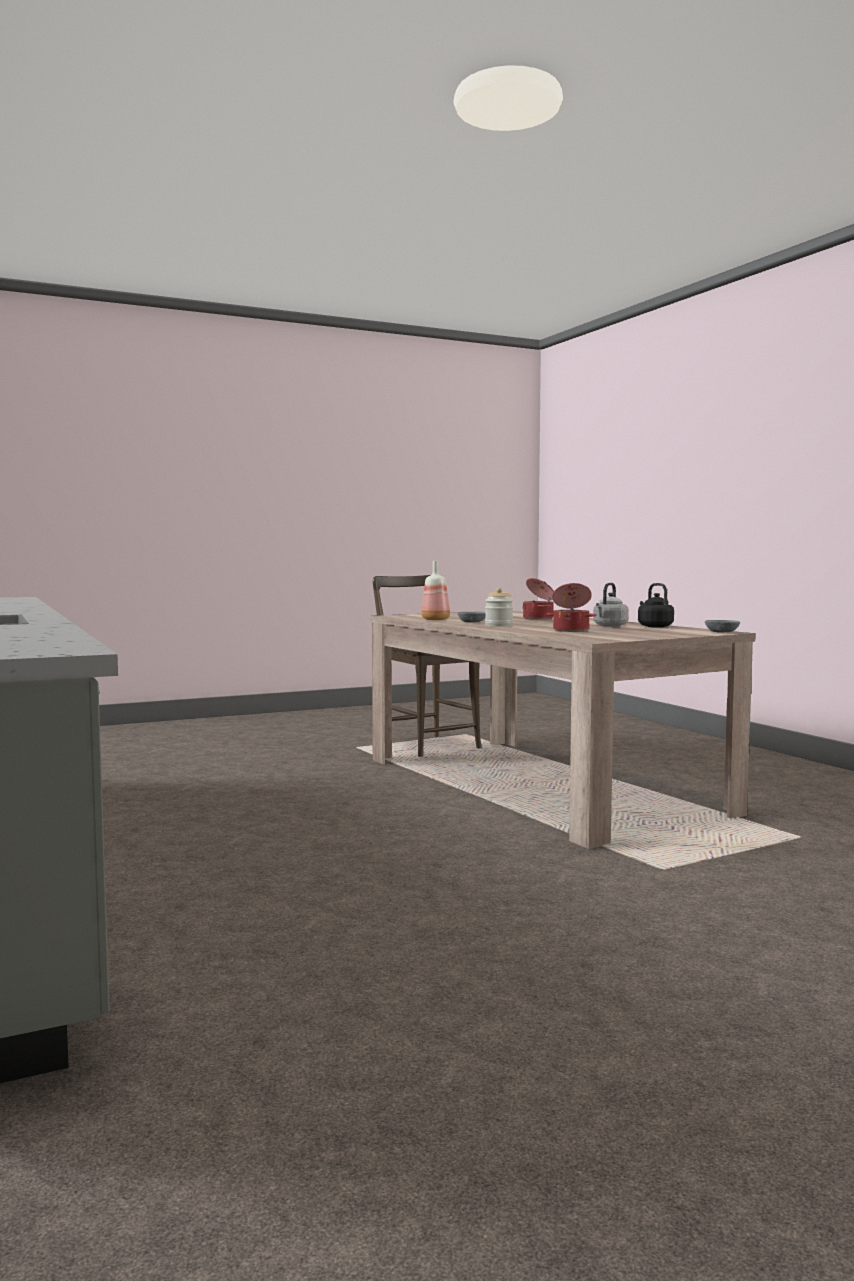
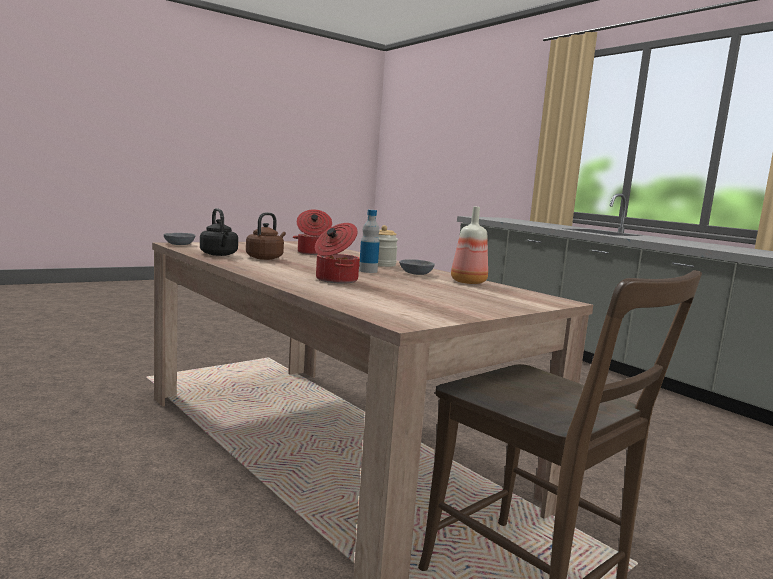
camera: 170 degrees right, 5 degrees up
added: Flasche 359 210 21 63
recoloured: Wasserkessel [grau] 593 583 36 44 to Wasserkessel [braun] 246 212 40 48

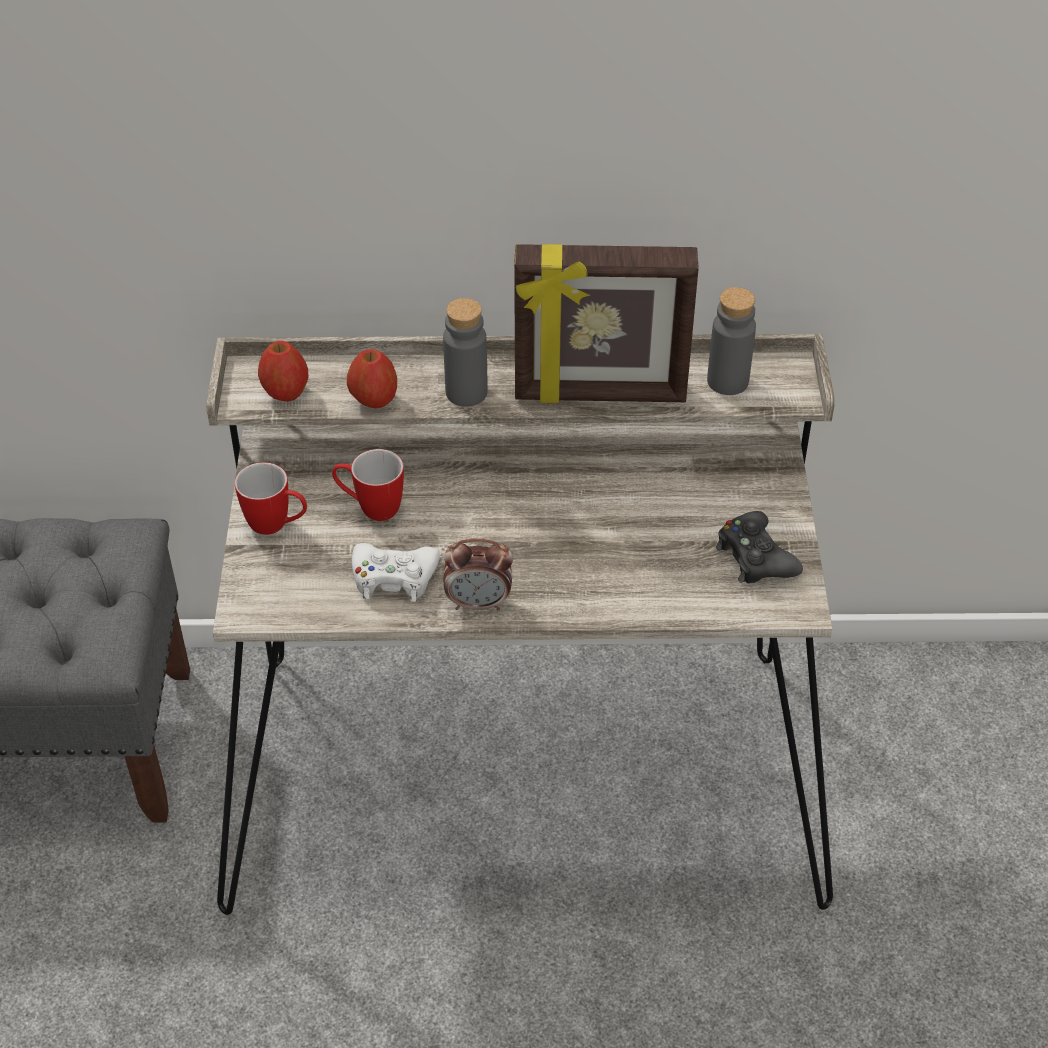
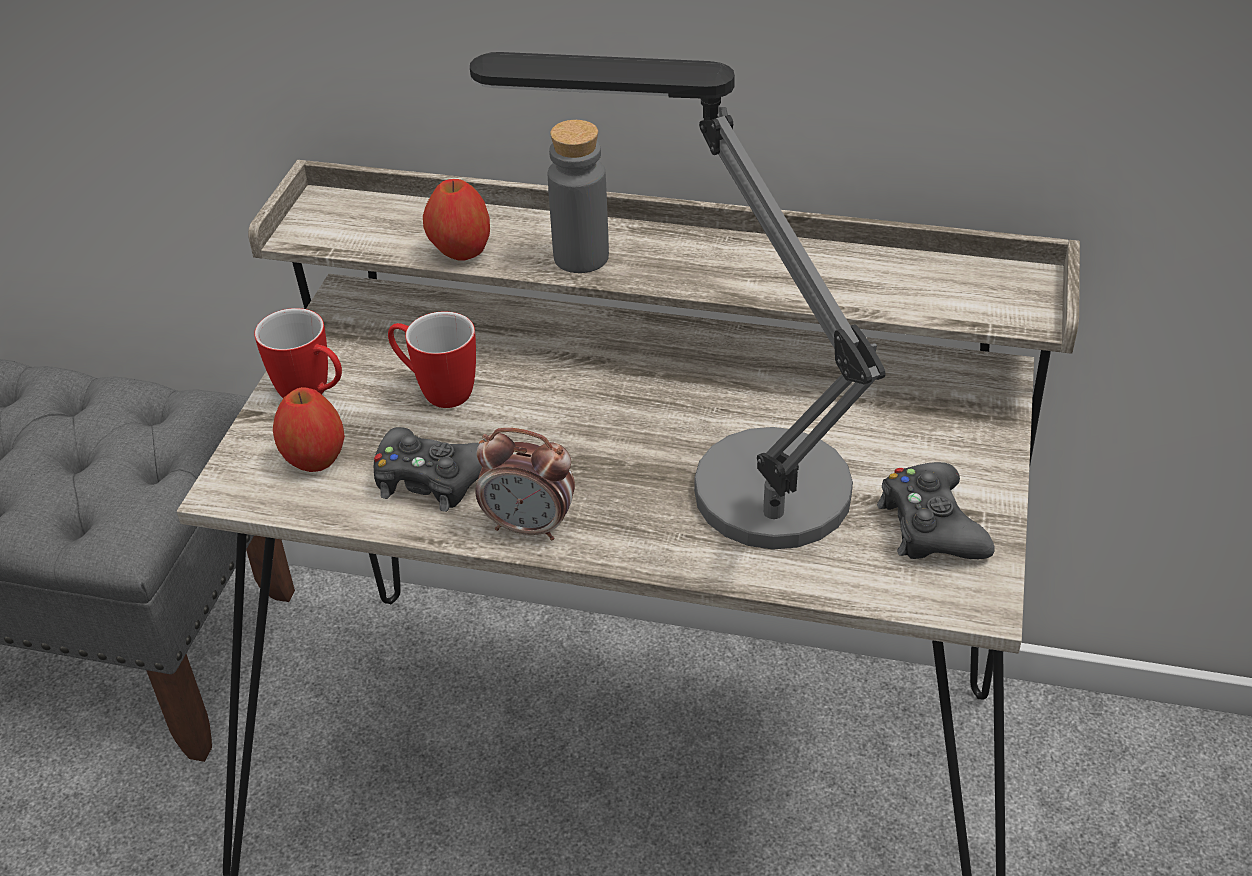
camera: 15 degrees right, 5 degrees down
removed: Bilderrahmen 514 244 185 159; Flasche [grau] 707 287 49 108
added: Tischlampe 470 52 416 498
moved: Apfel 258 341 50 61 to 273 387 72 85
recoloured: Gamepad [weiß] 352 543 88 59 to Gamepad [schwarz] 374 427 108 85

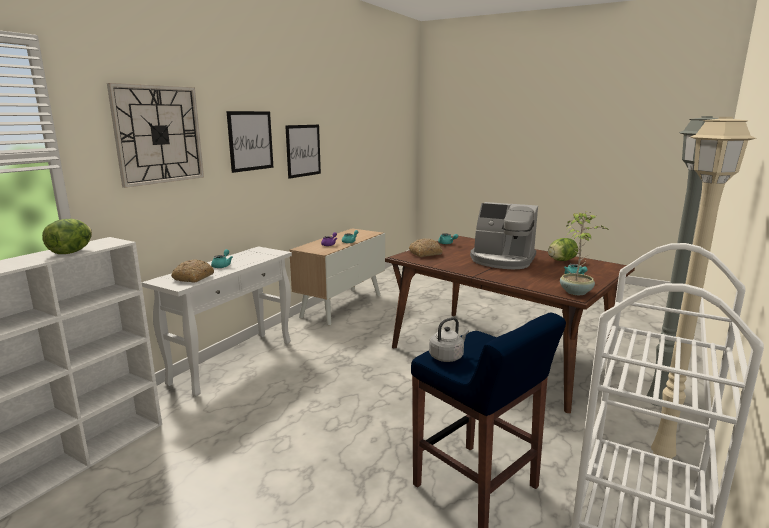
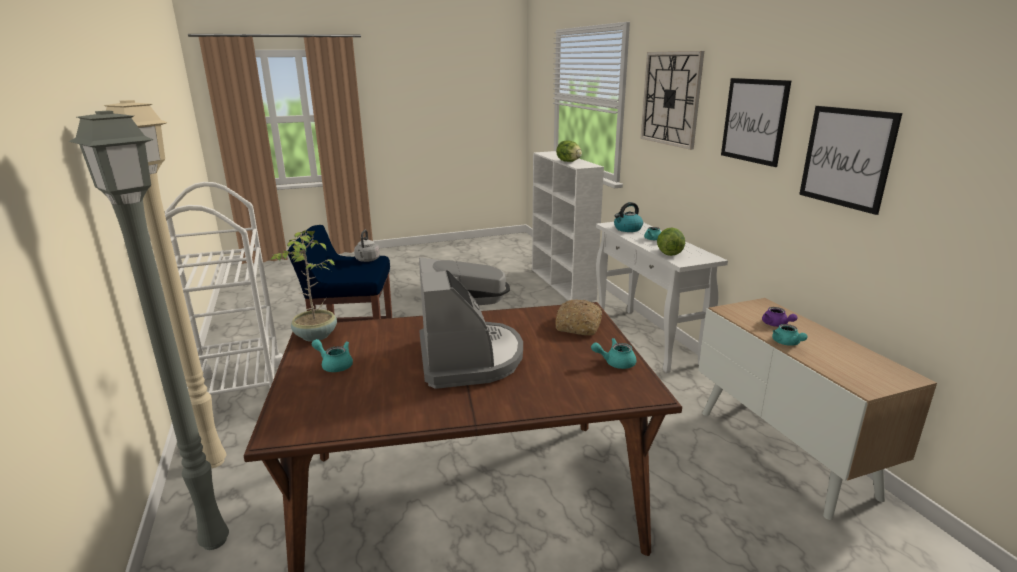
camera: 130 degrees right, 5 degrees up
moved: Salatkopf 548 238 30 23 to 657 228 28 28
replaced: Brot 171 259 43 23 to Wasserkessel 614 202 29 30
turned: Kaffeemaschine 470 202 68 67 = 419 257 104 132 105 degrees clockwise

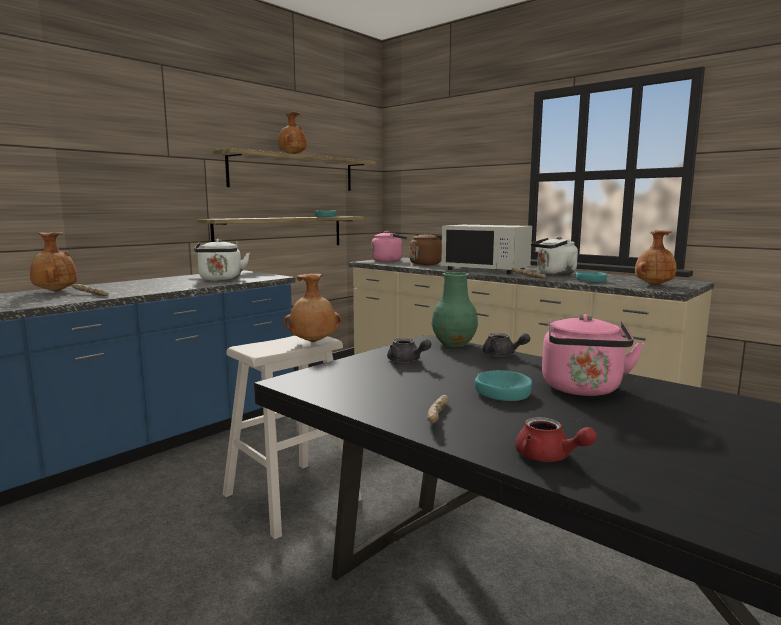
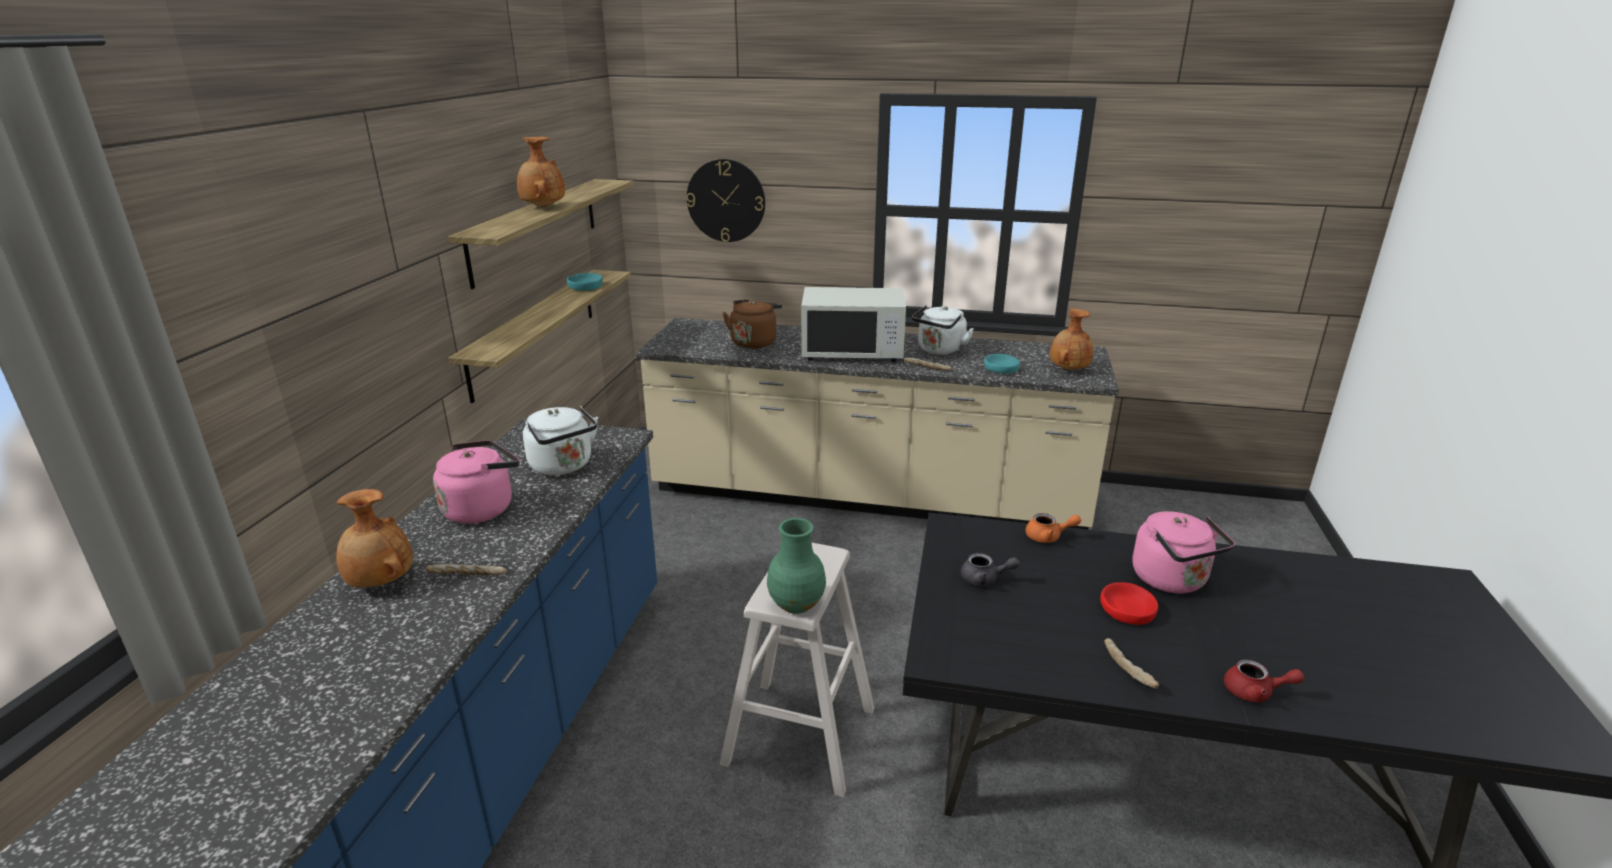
camera: 30 degrees left, 15 degrees up
removed: Vase [braun] 284 274 58 68
added: Wanduhr 686 159 79 83
moved: Wasserkessel [rosa] 372 231 35 31 to 433 440 87 84; Vase [grün] 432 272 46 75 to 767 518 59 96
recoloured: Teekanne [grau] 483 333 47 24 to Teekanne [orange] 1025 513 56 30; Schüssel [türkis] 475 370 57 31 to Schüssel [rot] 1100 582 58 43

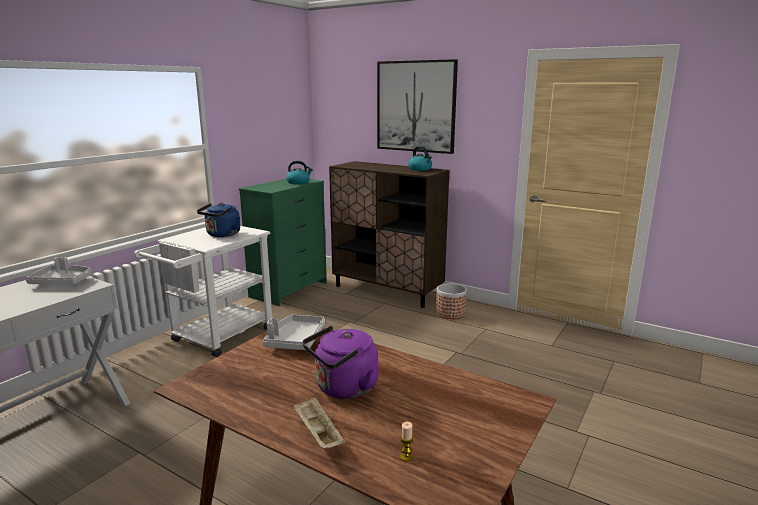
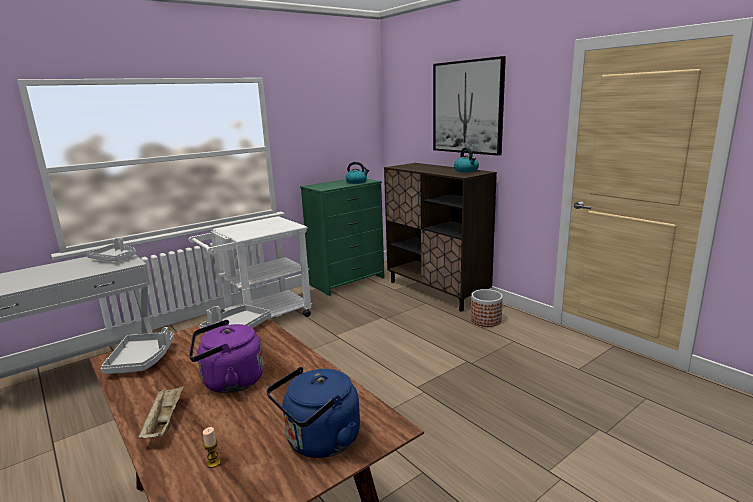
camera: 20 degrees right, 0 degrees up
added: Tablett [grau] 101 327 73 47
moved: Wasserkessel [blau] 197 203 43 34 to 266 367 94 91

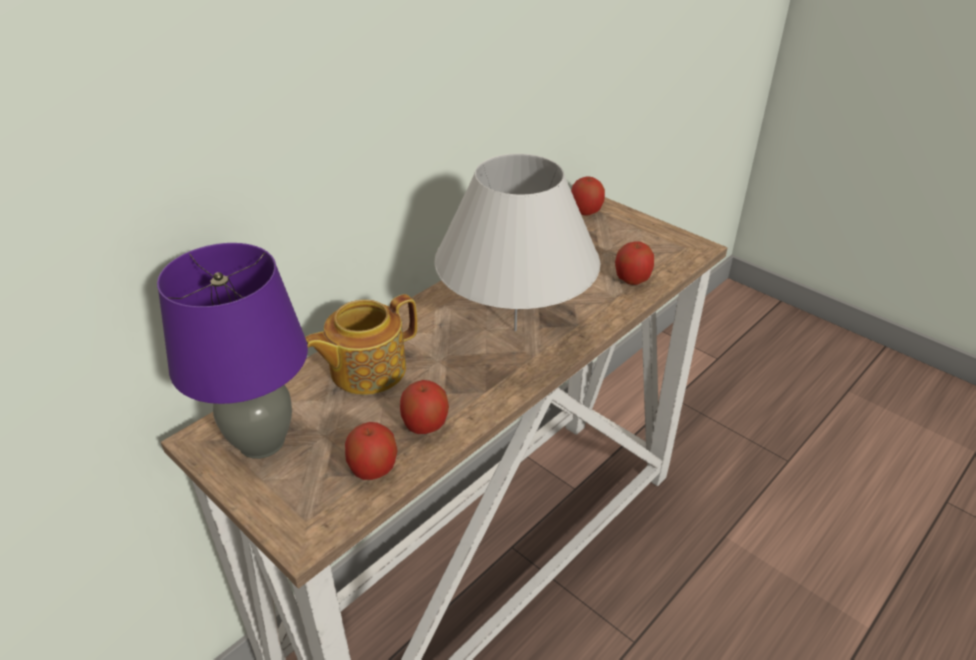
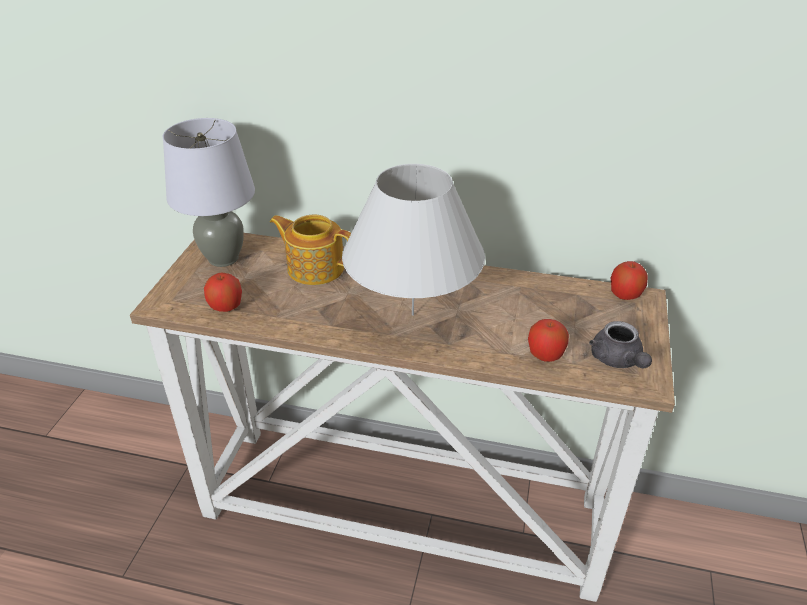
camera: 60 degrees right, 0 degrees up
removed: Apfel 400 380 49 54
added: Teekanne [grau] 589 321 63 47
recoloured: Tischlampe [lila] 157 243 151 216 to Tischlampe [grau] 163 118 92 149

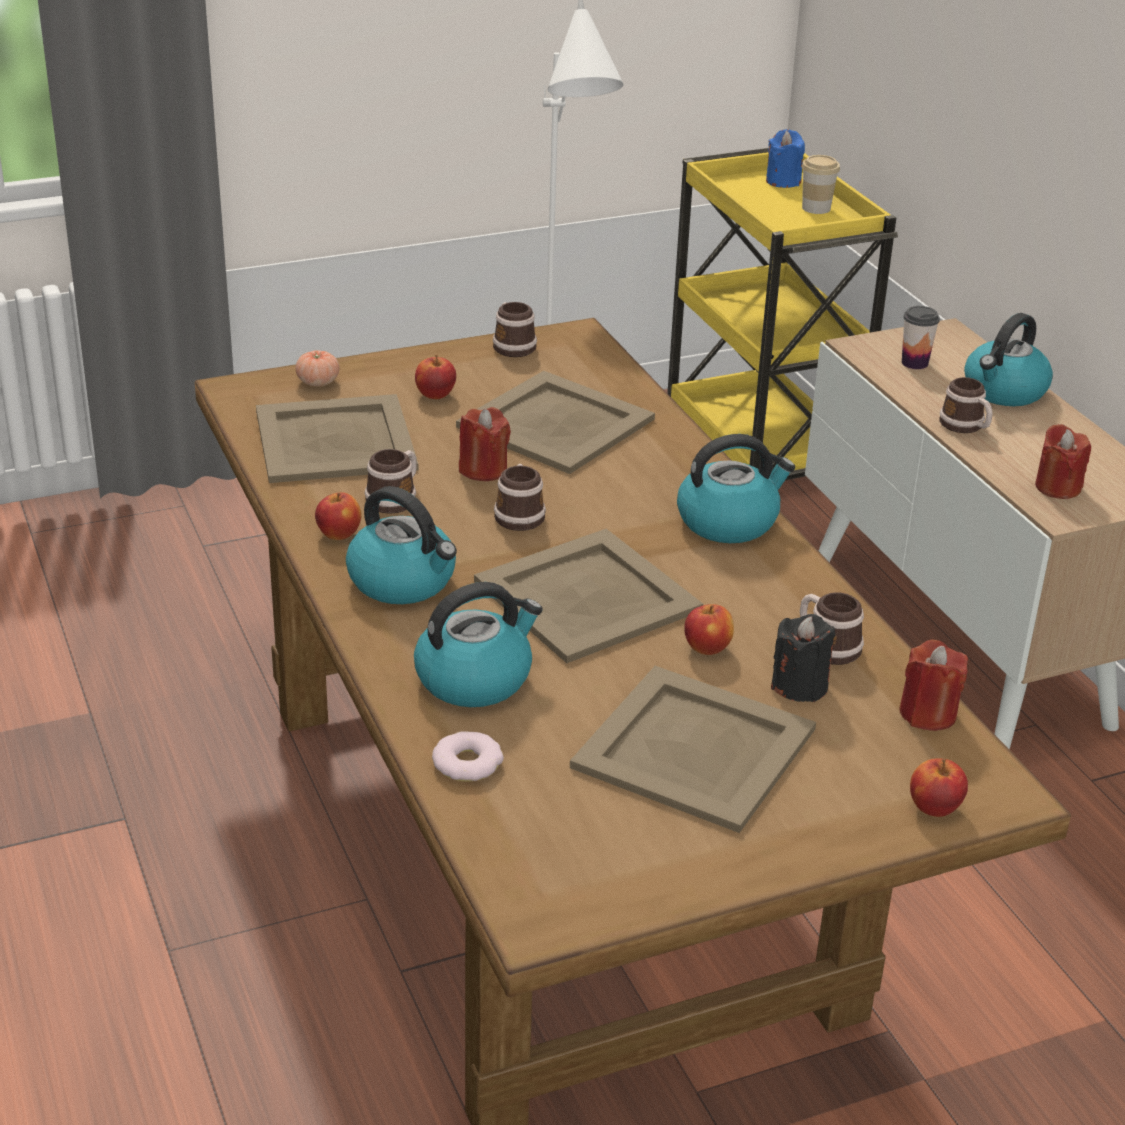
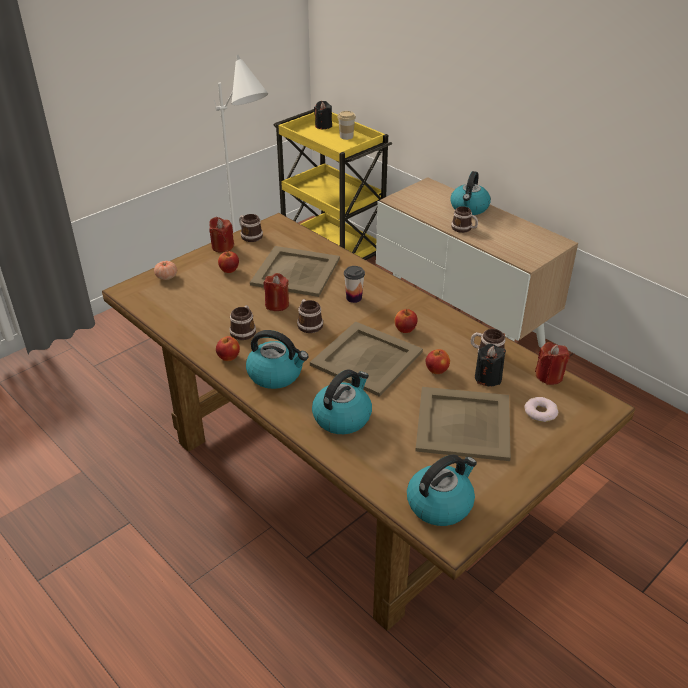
camera: 20 degrees left, 5 degrees up
removed: Tablett [beige] 256 394 162 89
moved: Kerze [rot] 1035 424 56 75 to 209 217 25 35; Tasse 902 306 38 63 to 344 266 21 37; Apfel 910 758 58 59 to 394 309 24 24; Wasserkessel 677 434 118 109 to 407 454 70 72; Donut 432 731 72 51 to 524 397 34 25
recoloured: Kerze [blau] 766 129 39 59 to Kerze [schwarz] 314 101 18 28

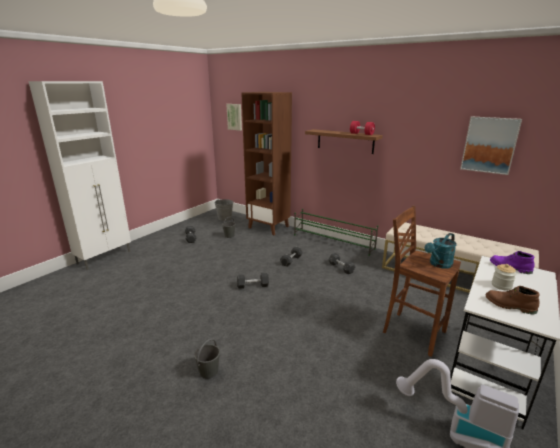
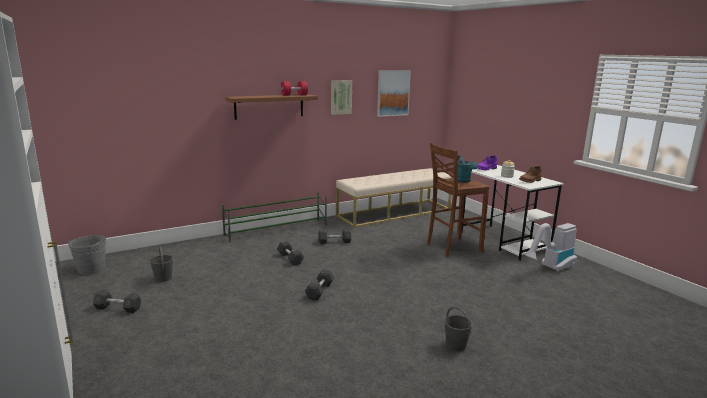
camera: 65 degrees left, 5 degrees down
removed: Bücherregal [braun] 241 92 51 143
moved: Bild 226 104 16 27 to 331 81 21 34

